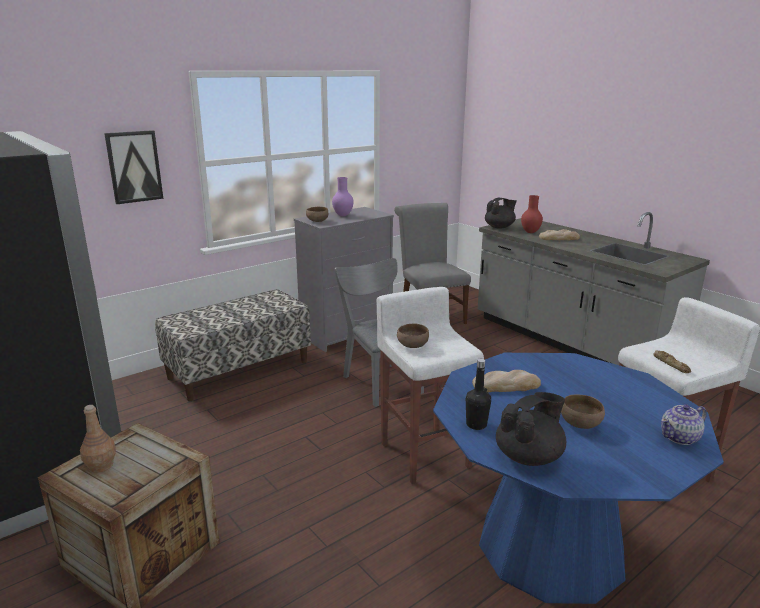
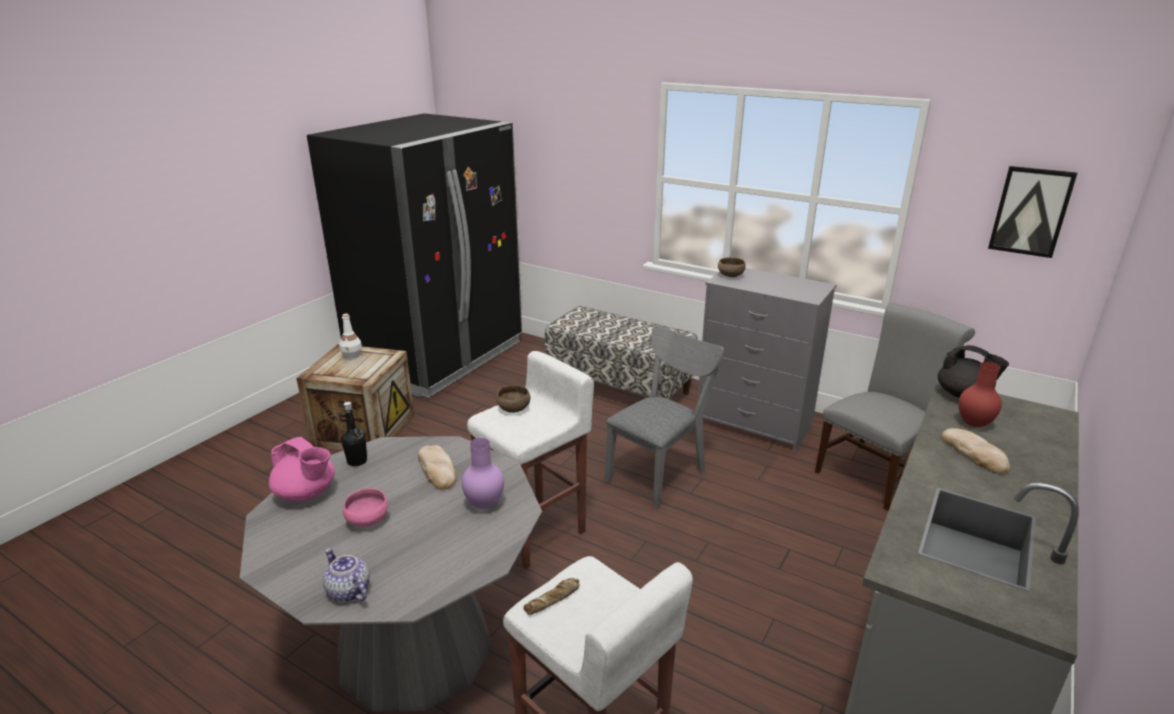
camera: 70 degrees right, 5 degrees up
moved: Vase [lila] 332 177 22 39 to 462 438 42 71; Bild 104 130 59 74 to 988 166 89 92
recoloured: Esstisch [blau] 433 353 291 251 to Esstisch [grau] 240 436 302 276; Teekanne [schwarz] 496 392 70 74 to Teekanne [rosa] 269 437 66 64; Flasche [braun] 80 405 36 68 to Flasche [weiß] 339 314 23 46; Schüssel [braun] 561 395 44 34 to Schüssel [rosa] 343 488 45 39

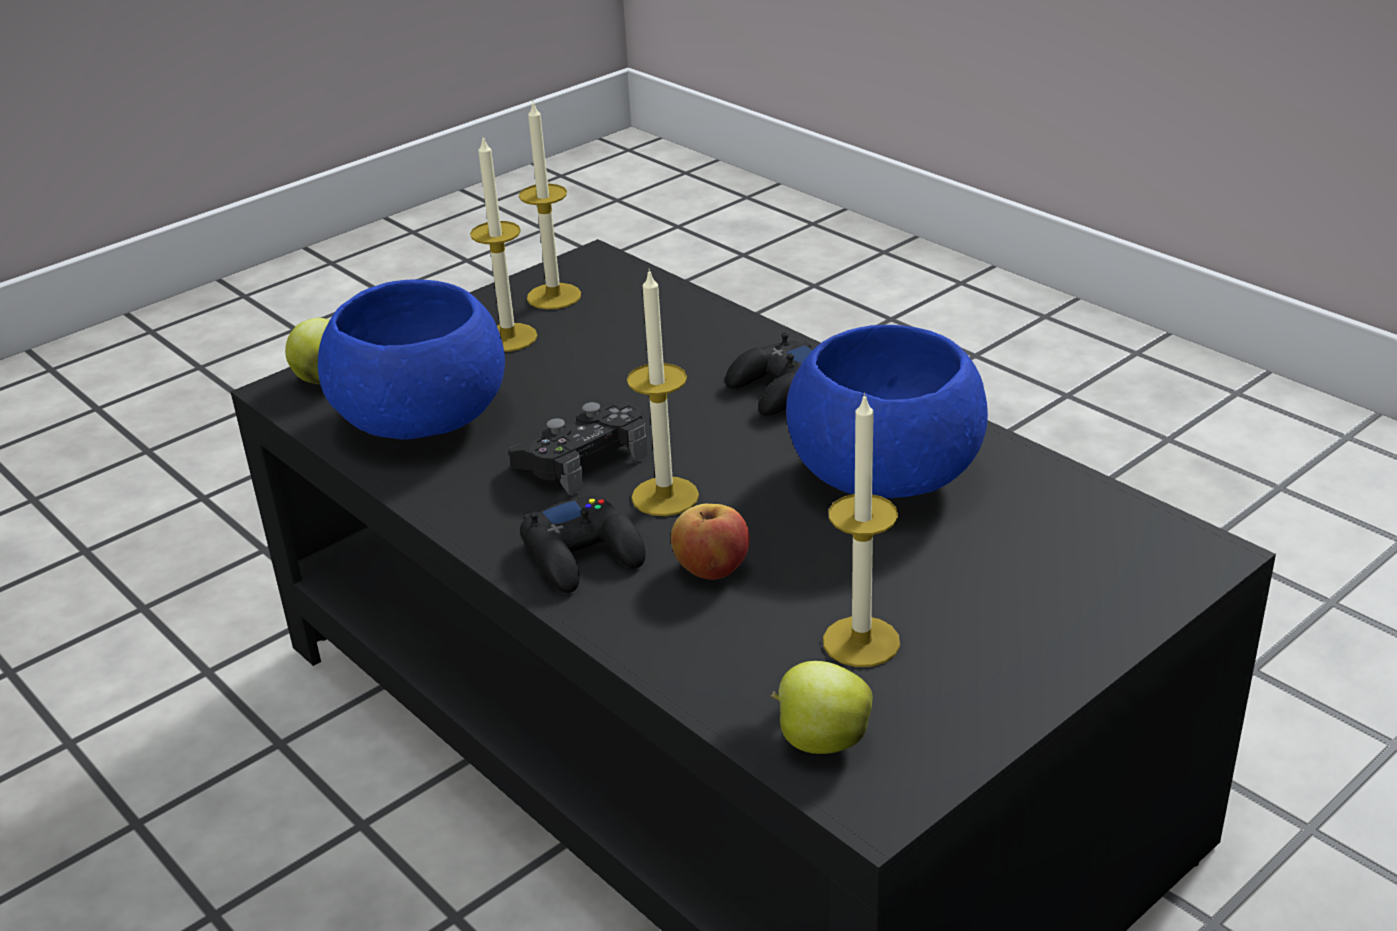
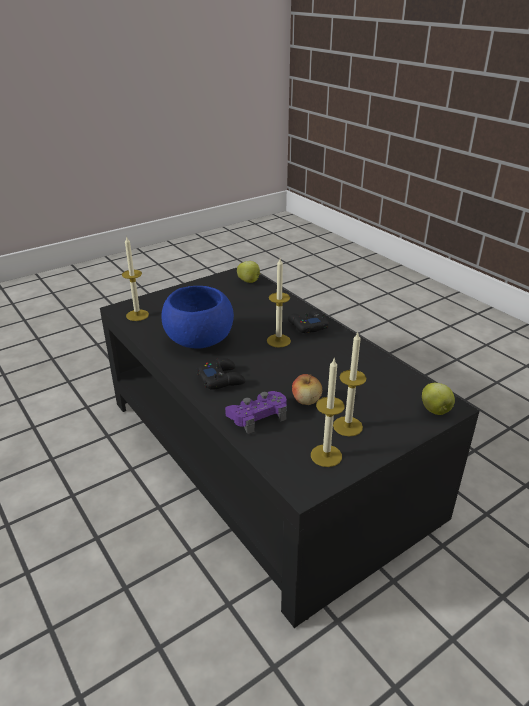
camera: 175 degrees left, 0 degrees up
removed: Schüssel [blau] 318 279 187 161; Gamepad [schwarz] 509 401 139 94
added: Gamepad [lila] 225 391 62 43
moved: Kerze 823 392 77 275 to 122 236 27 85; Apfel 671 504 78 76 to 292 374 30 31

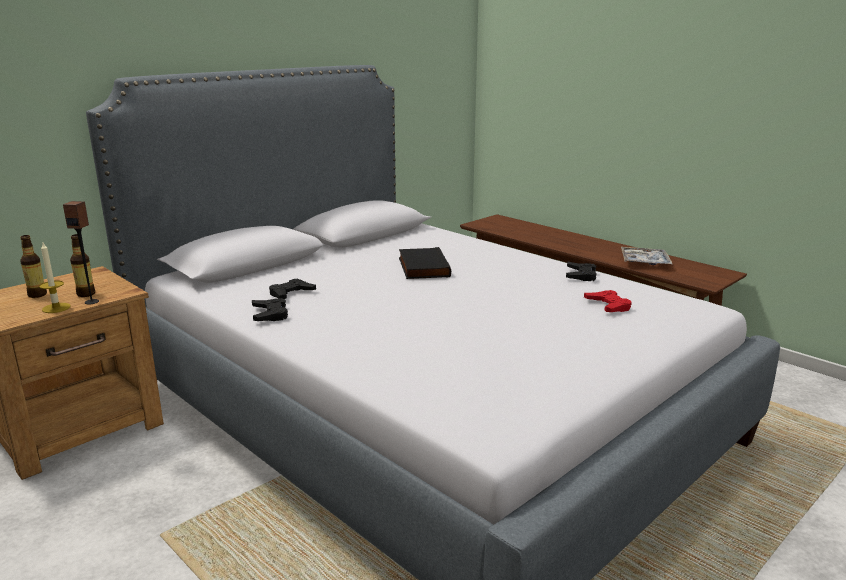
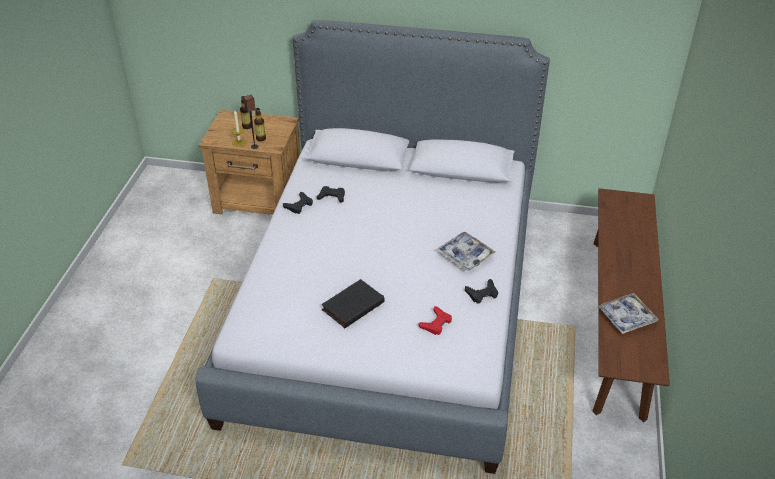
camera: 55 degrees right, 20 degrees up
added: Tablett 436 232 60 39
moved: Buch [schwarz] 399 247 52 32 to 322 279 63 49

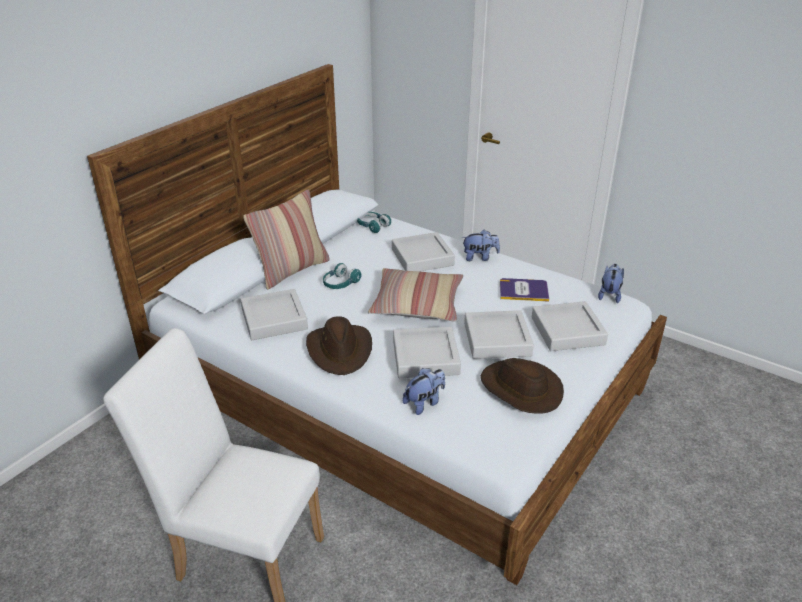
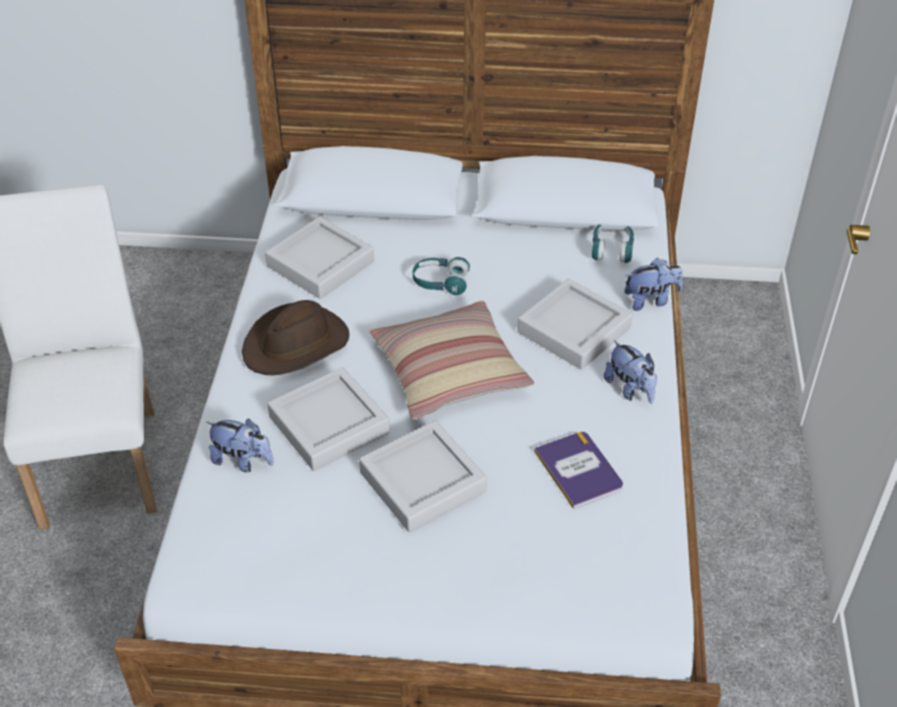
camera: 60 degrees right, 10 degrees up
removed: Kissen 243 190 87 100; Hut [braun] 481 358 83 56; Tablett [grau] 532 301 76 50
moved: Plüschtier 598 264 26 39 to 625 258 58 53

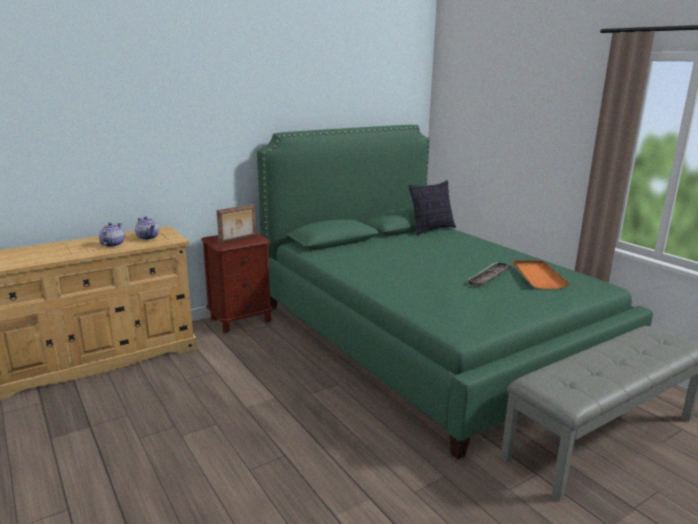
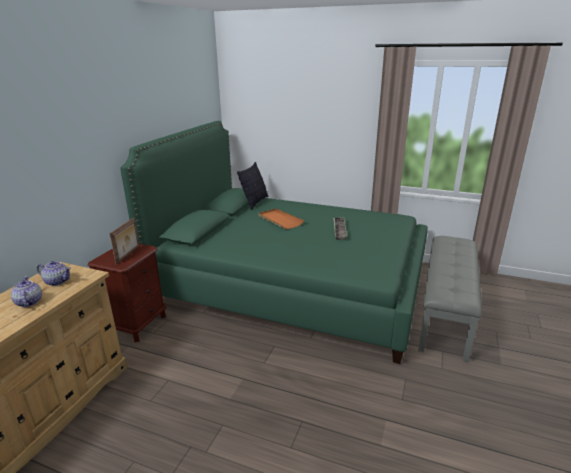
camera: 35 degrees left, 5 degrees up
moved: Tablett [orange] 513 260 56 29 to 258 208 46 21

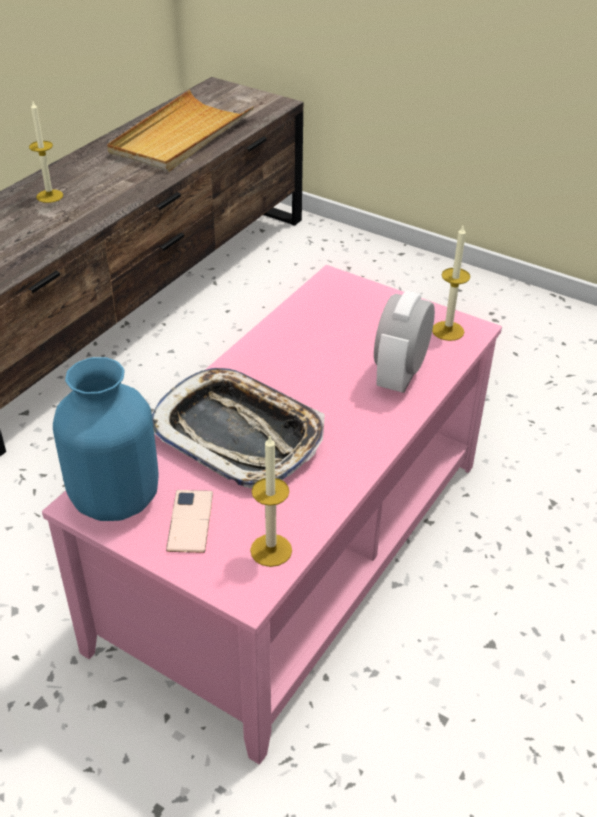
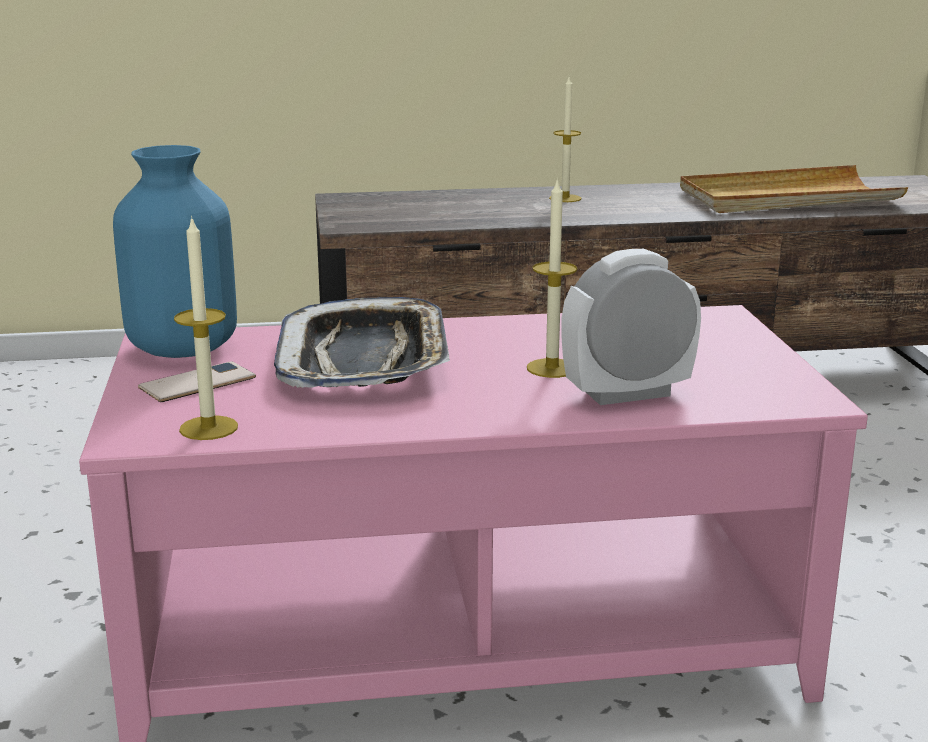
camera: 50 degrees right, 20 degrees down
moved: Kerze 432 226 38 115 to 527 178 50 200

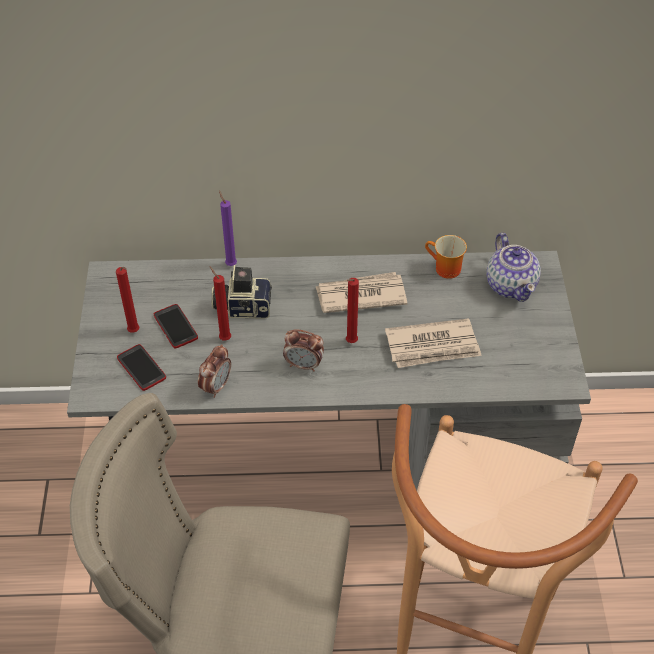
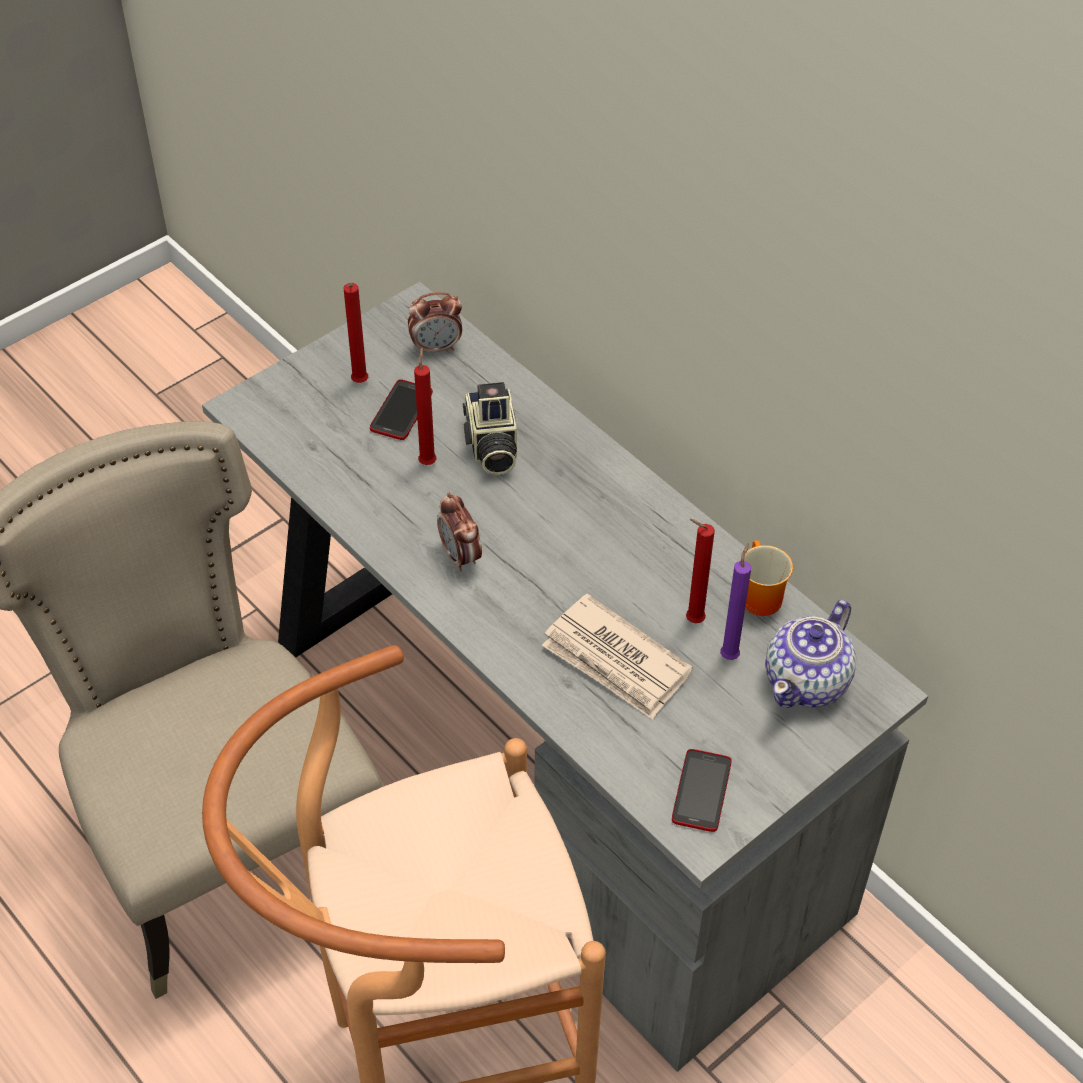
camera: 50 degrees right, 0 degrees up
removed: Zeitung 316 272 91 41
moved: Wecker 198 344 33 54 to 408 292 54 60; Handy 117 344 49 47 to 672 749 60 83; Kerze [rot] 346 278 13 65 to 686 519 29 104; Kerze [lila] 219 190 18 76 to 720 543 31 117
turned: Kamera 211 265 61 53 = 463 382 54 93 150 degrees counterclockwise

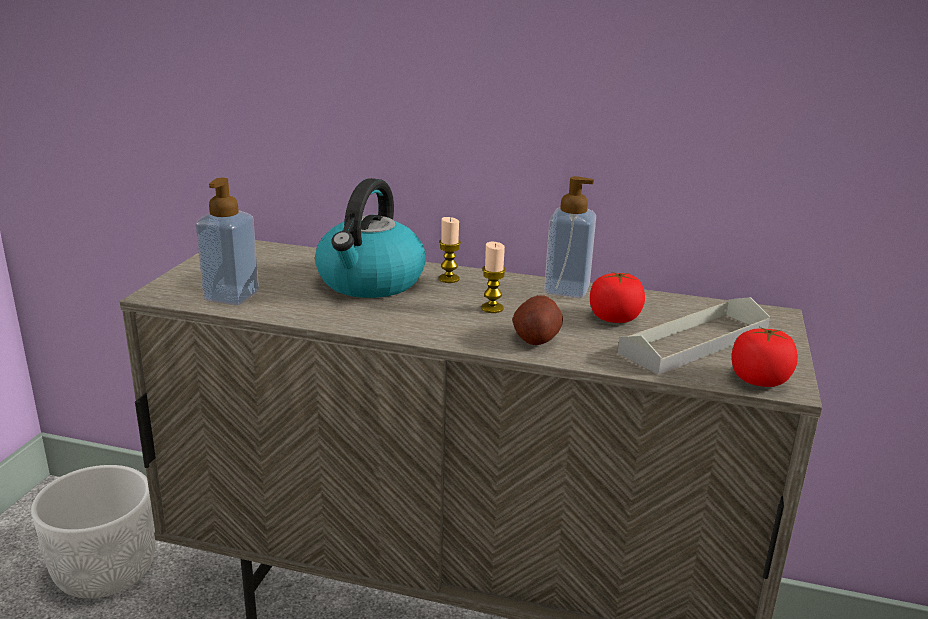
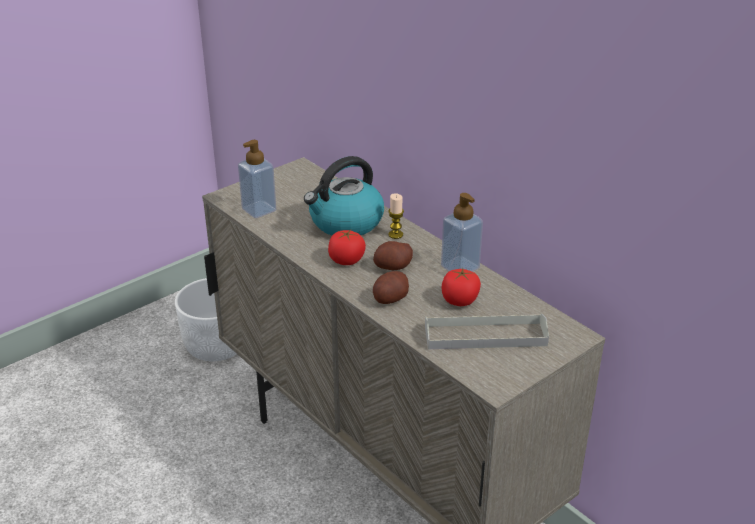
camera: 35 degrees right, 10 degrees up
moved: Tomate 731 326 67 61 to 328 230 38 35
replaced: Kerze 481 242 25 71 to Kartoffel 373 241 40 30

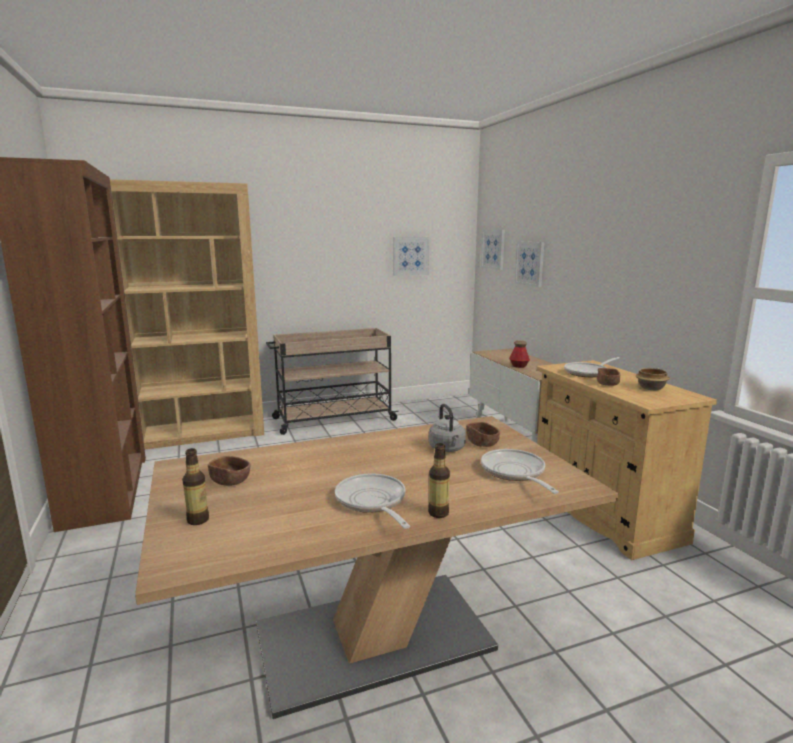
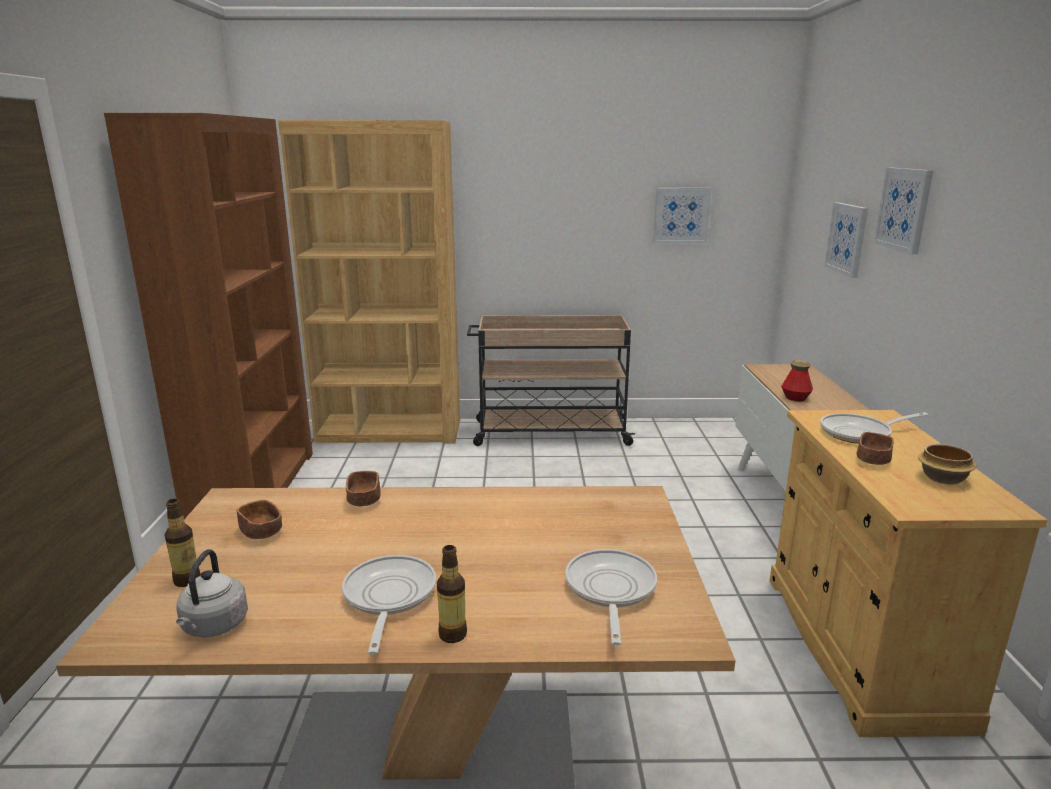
camera: 20 degrees right, 5 degrees up
moved: Wasserkessel [grau] 429 404 37 48 to 176 549 72 88; Schüssel [braun] 466 422 34 25 to 346 471 35 35; Bild 481 230 24 40 to 874 168 59 86

